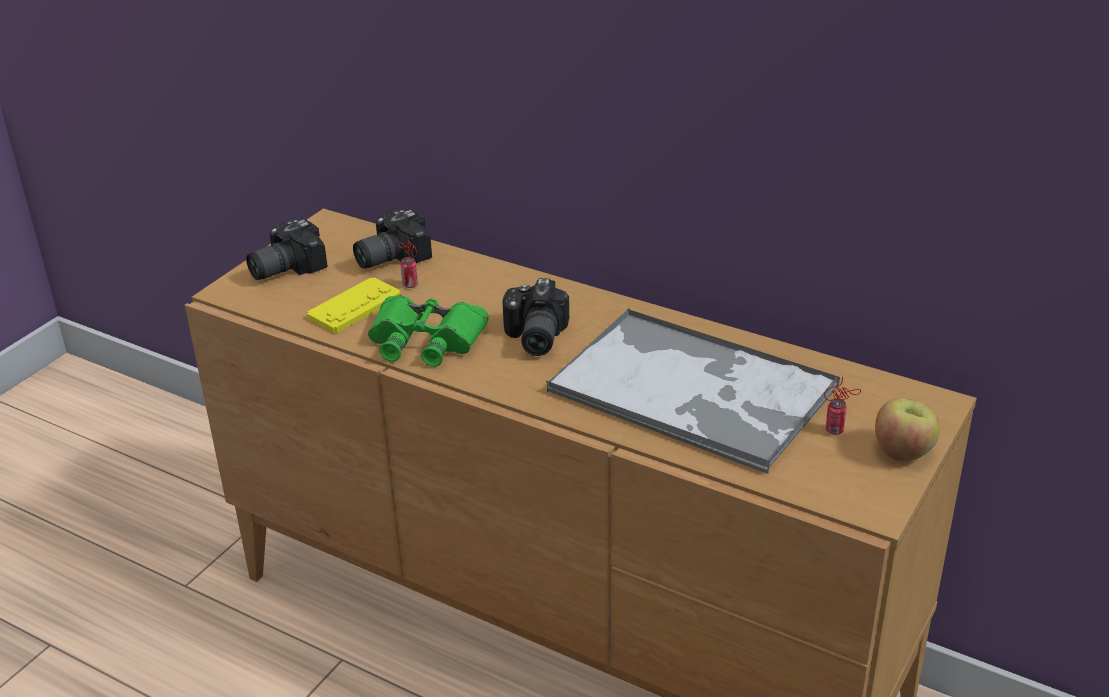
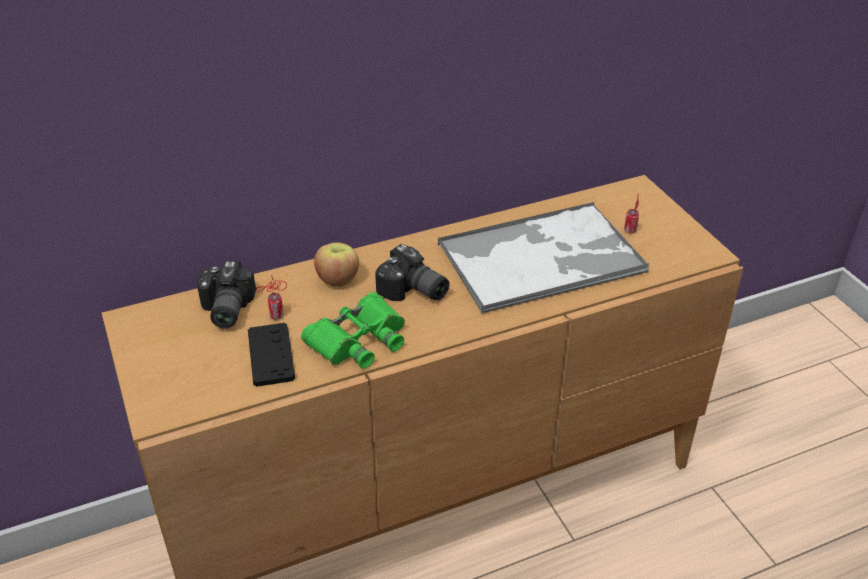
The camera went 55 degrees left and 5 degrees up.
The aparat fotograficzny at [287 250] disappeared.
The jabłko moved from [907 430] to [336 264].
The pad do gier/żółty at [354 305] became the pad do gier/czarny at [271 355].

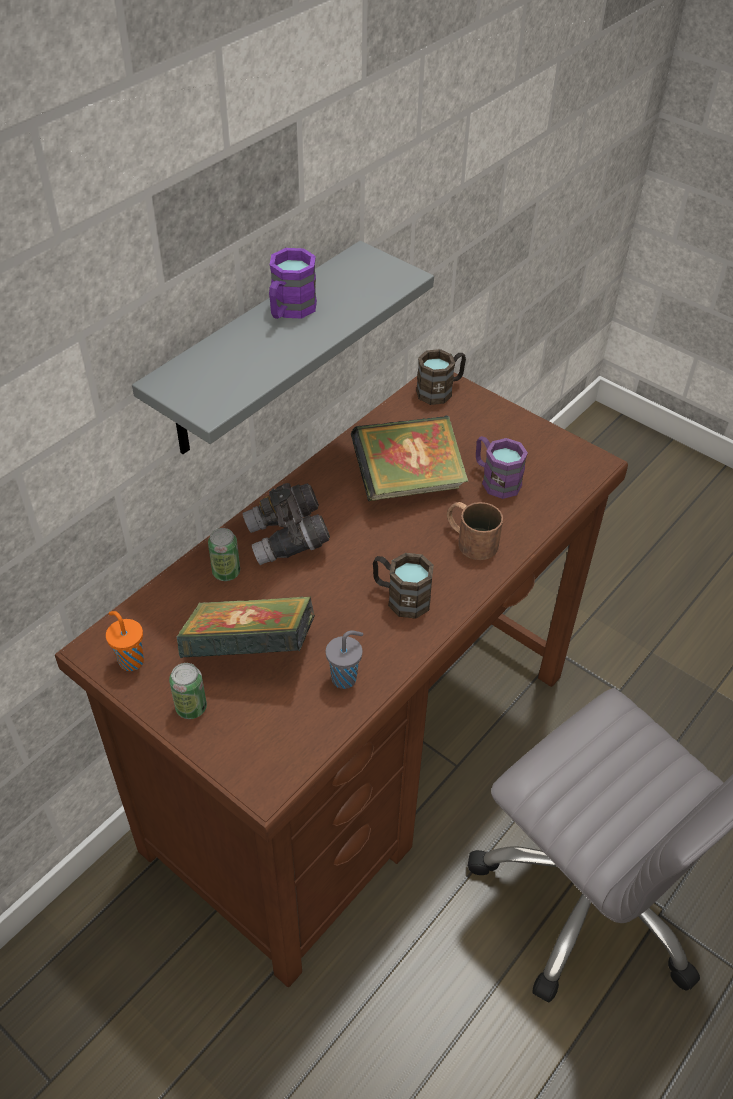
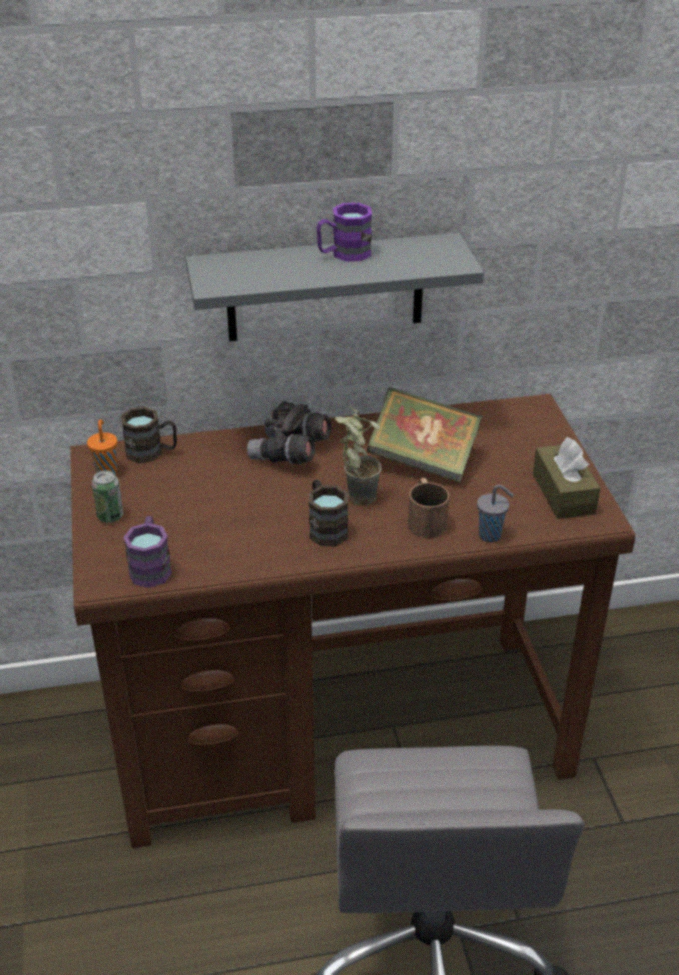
The camera went 40 degrees right and 10 degrees down.
The książka at [246 627] disappeared.
The puszka at [224 554] disappeared.
The roślina doniczkowa at [358 455] appeared.
The pudełko chusteczek/brązowy at [566 478] appeared.
The filiżanka/szary moved from [344 659] to [495 513].
The kubek/brązowy moved from [441 377] to [149 435].
The kubek/fioletowy moved from [502 467] to [147 552].

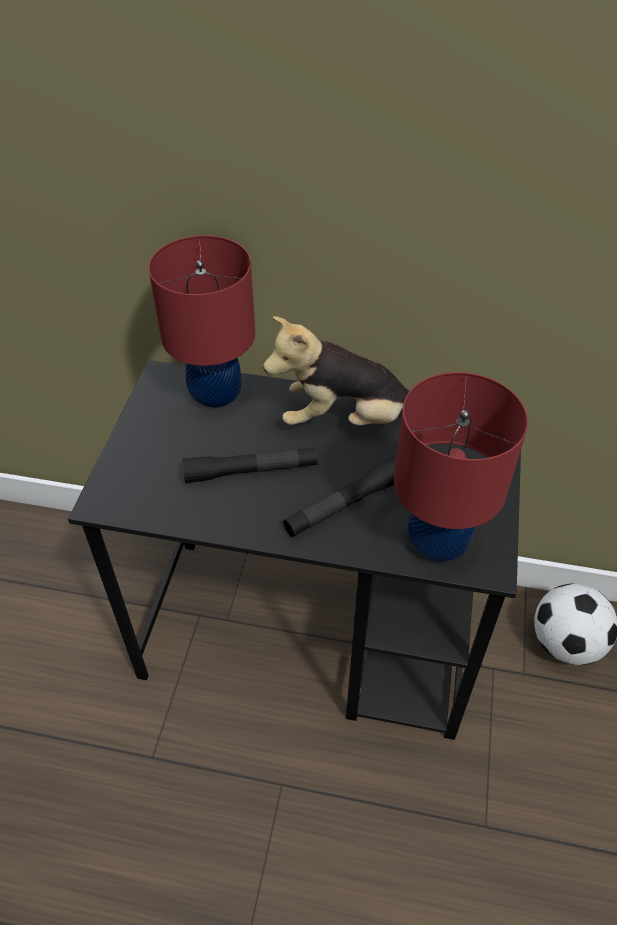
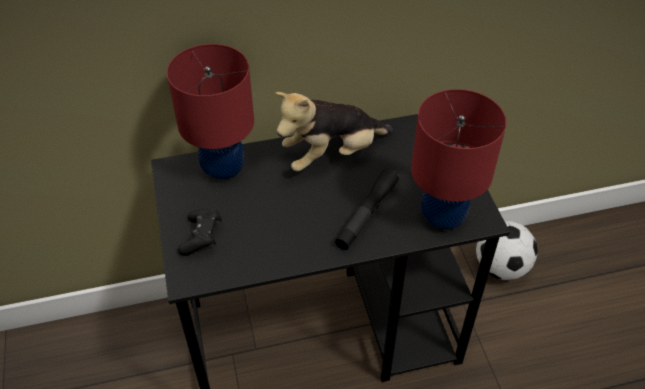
The camera went 25 degrees left and 0 degrees up.
The latarka/czarny at [250 465] disappeared.
The pad do gier/czarny at [200 232] appeared.

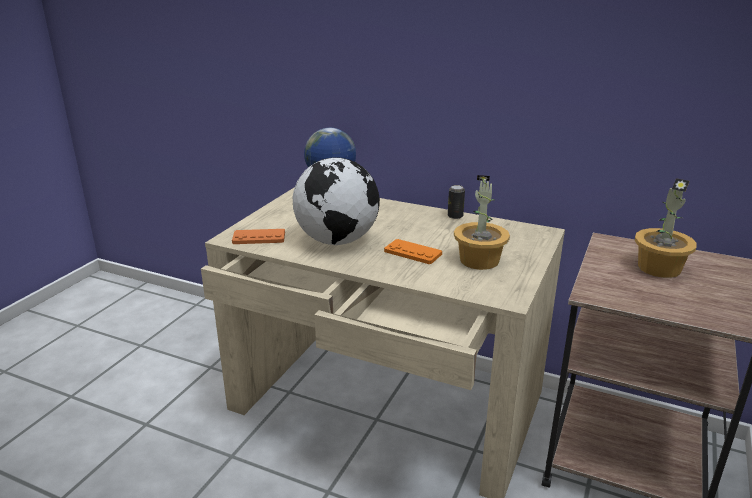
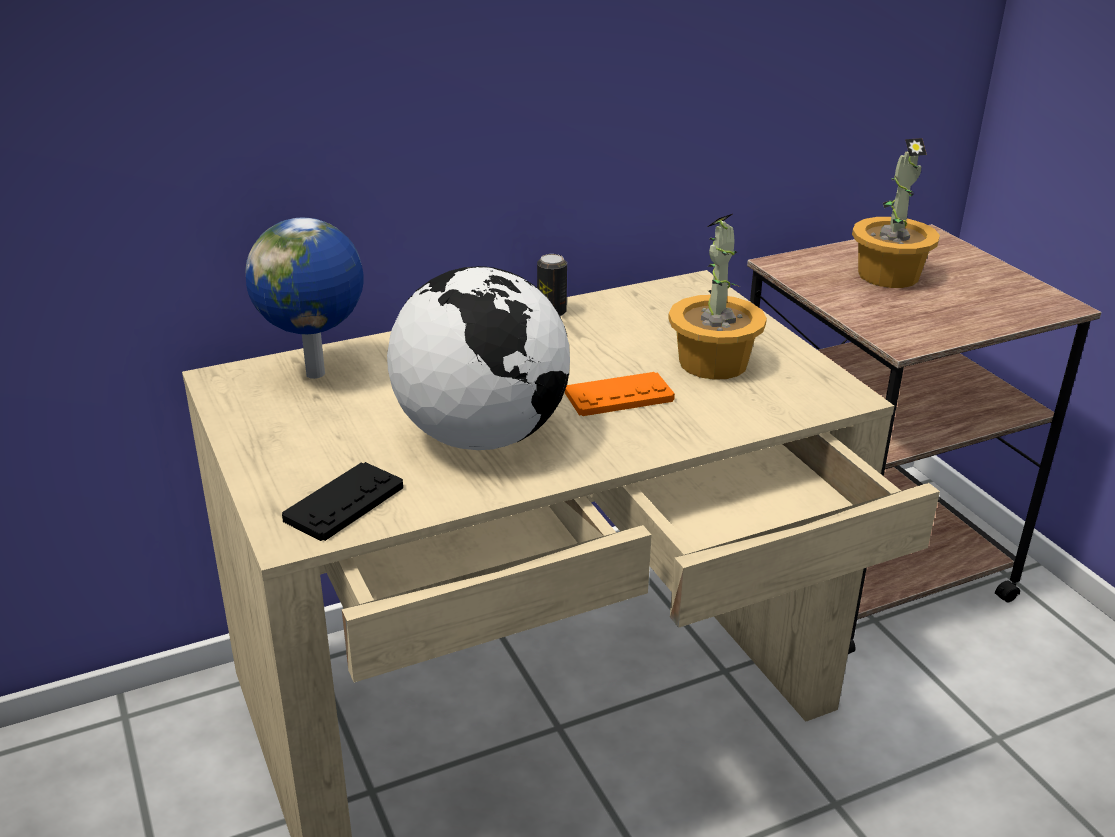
The camera went 50 degrees left and 5 degrees up.
The pad do gier/pomarańczowy at [258 236] became the pad do gier/czarny at [342 501].

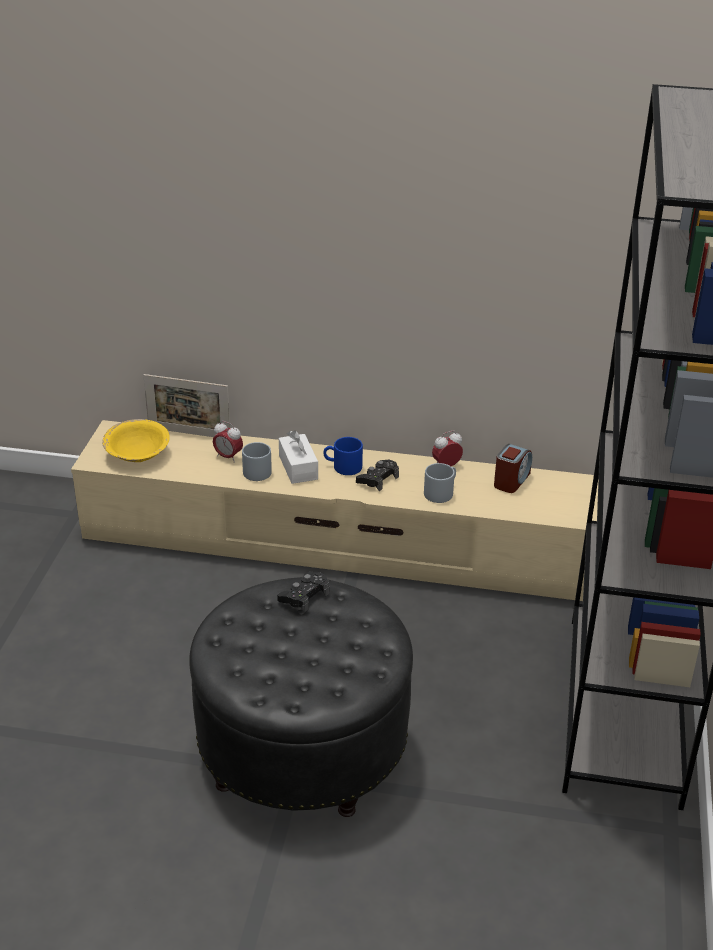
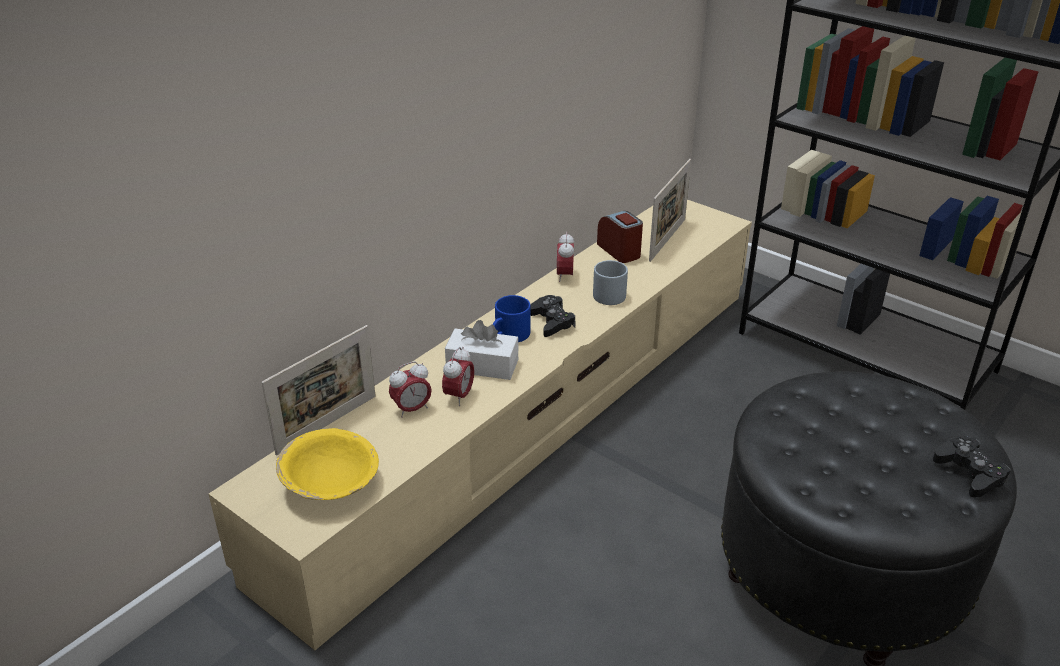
The camera went 60 degrees left and 0 degrees up.
The ramka na zdjęcie at [670 210] appeared.
The pad do gier/czarny moved from [303 592] to [972 466].
The kubek/szary at [257 461] was replaced by the budzik at [458 376].

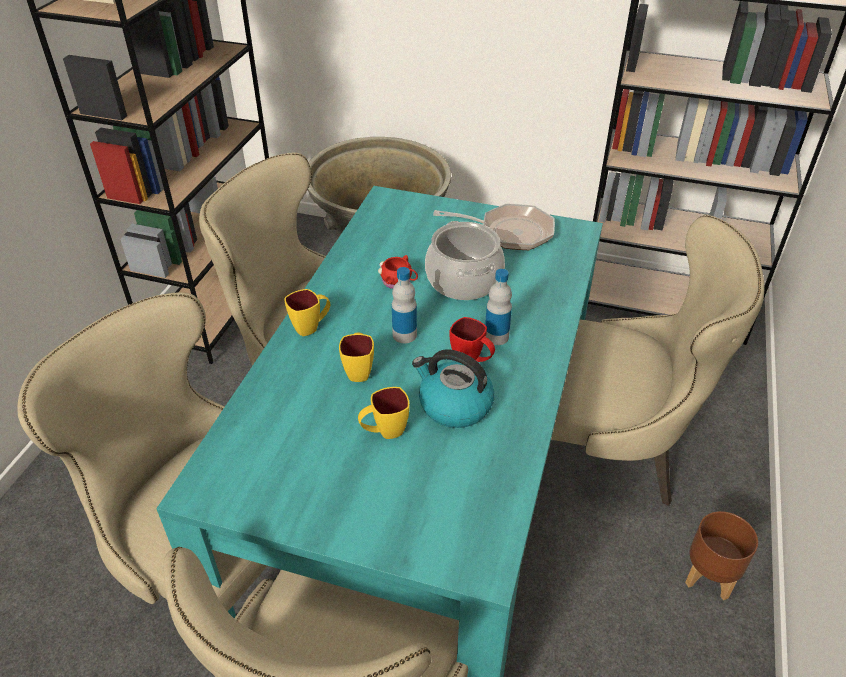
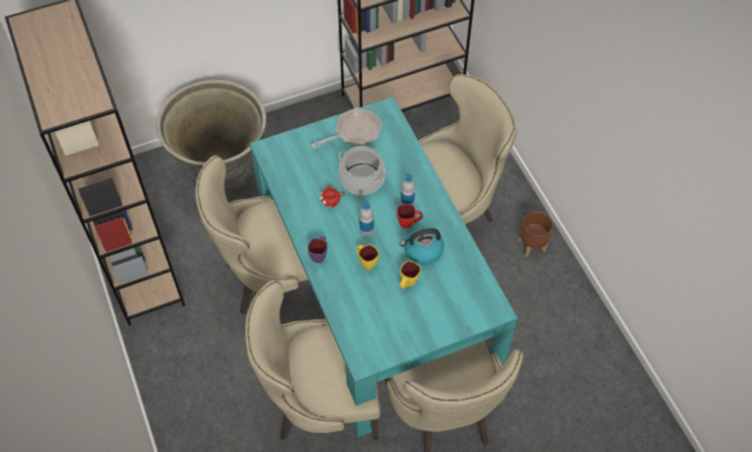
The camera went 40 degrees left and 15 degrees up.
The kubek/żółty at [307 312] became the kubek/fioletowy at [317 249].

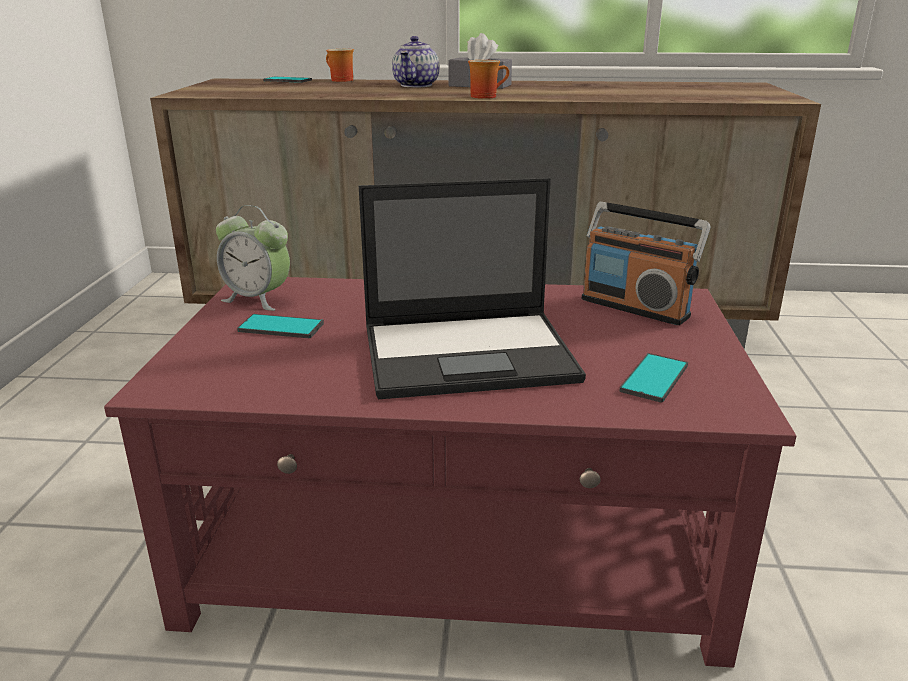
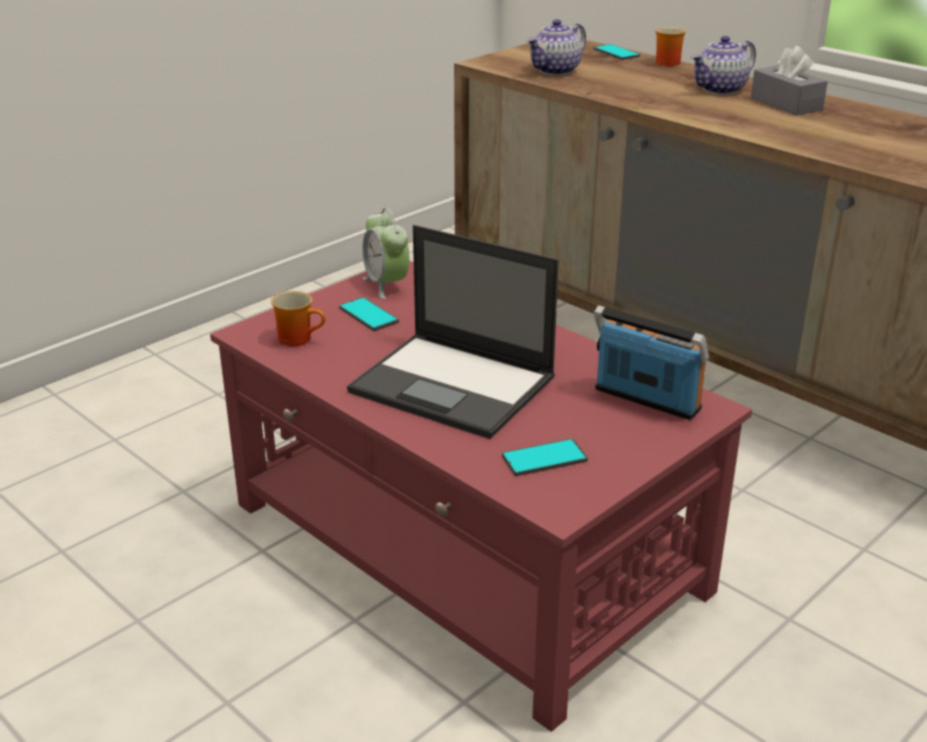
The camera went 40 degrees right and 5 degrees up.
The imbryk at [556 47] appeared.
The kubek moved from [488 79] to [298 318].
The radio at [646 263] turned 135 degrees clockwise.

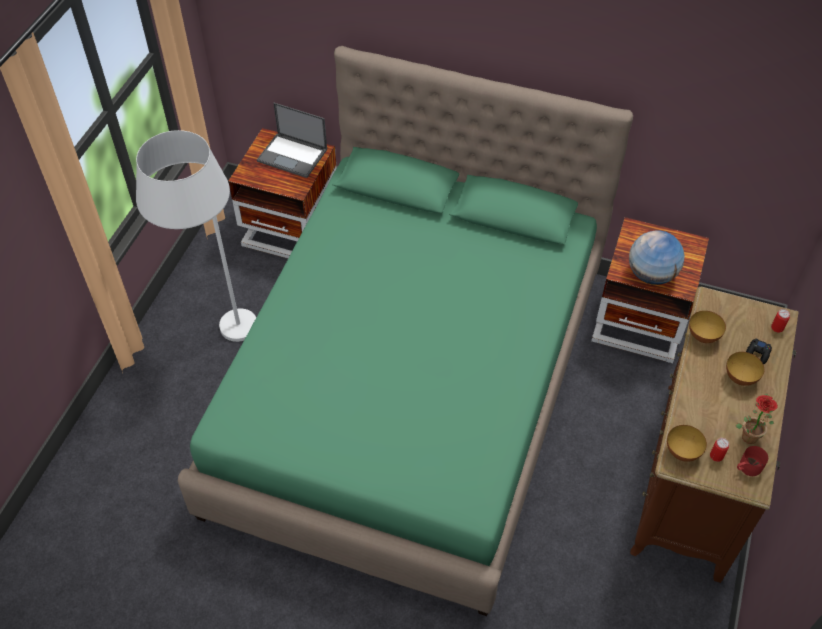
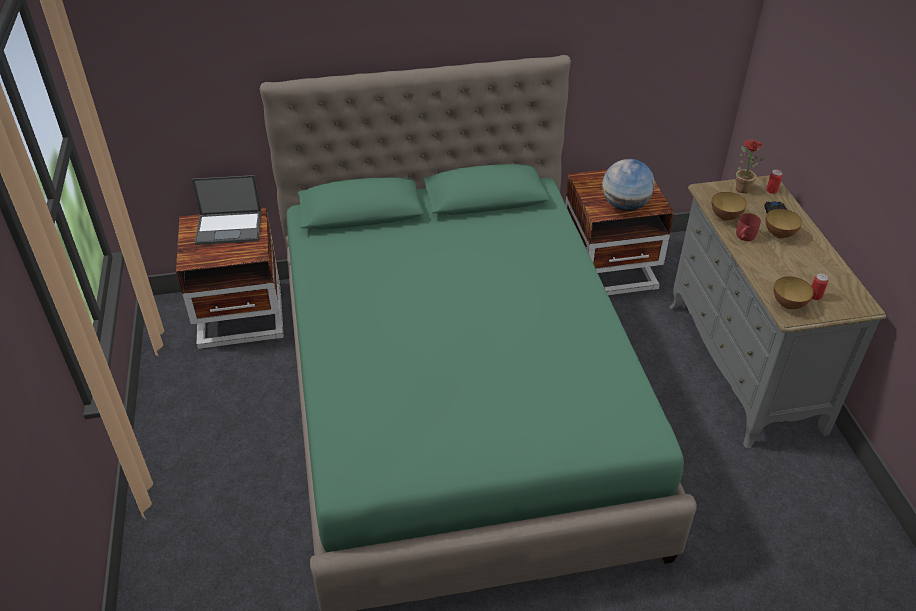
The camera went 30 degrees left and 10 degrees down.
The lampa stojąca/biały at [196 236] disappeared.
The roślina doniczkowa moved from [757 419] to [750 166].
The kubek/czerwony moved from [752 461] to [748 227].
The komoda/brązowy at [714 435] became the komoda/szary at [778 311].

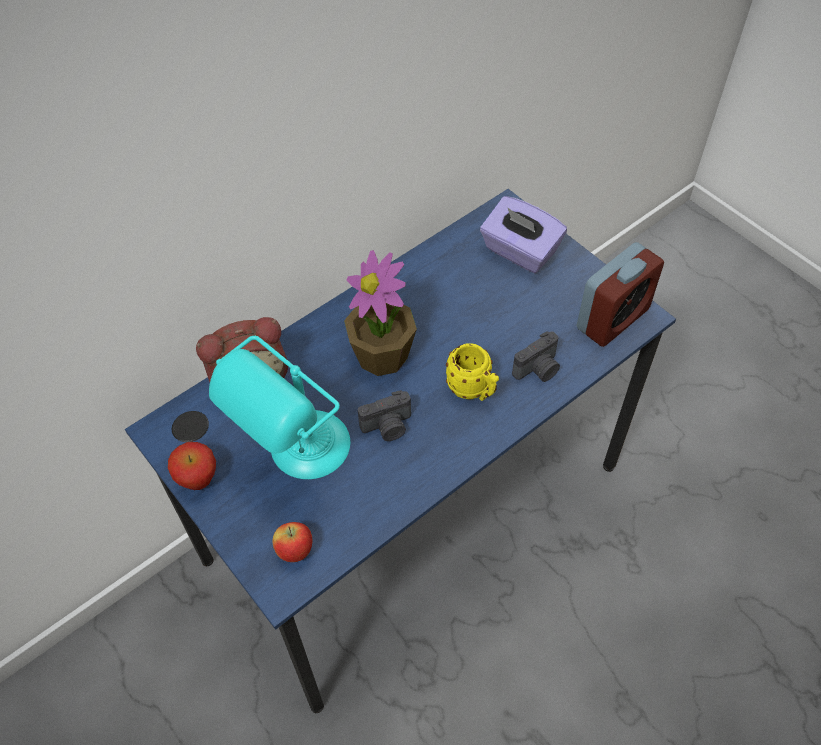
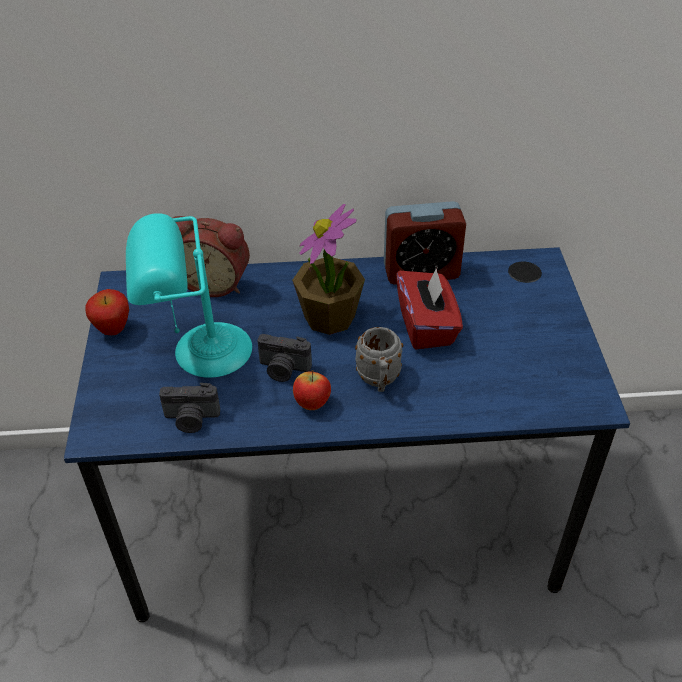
The camera went 35 degrees right and 10 degrees down.
The pudełko chusteczek/fioletowy at [523 234] disappeared.
The pudełko chusteczek/czerwony at [429 308] appeared.
The jabłko moved from [292 542] to [312 390].
The aparat fotograficzny moved from [536 356] to [189 408].
The budzik moved from [620 294] to [425 243].
The kubek/żółty at [472 372] became the kubek/szary at [379 359].

